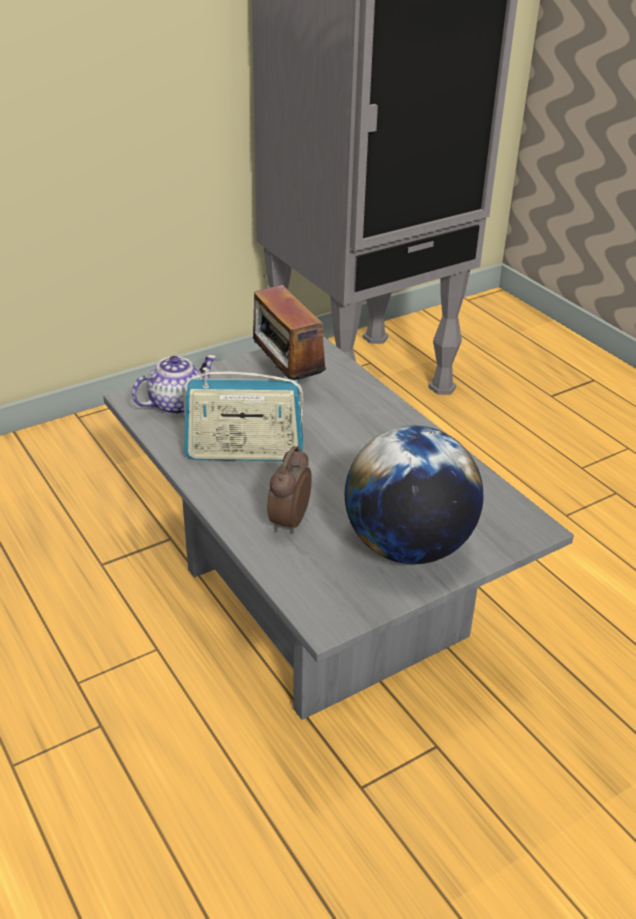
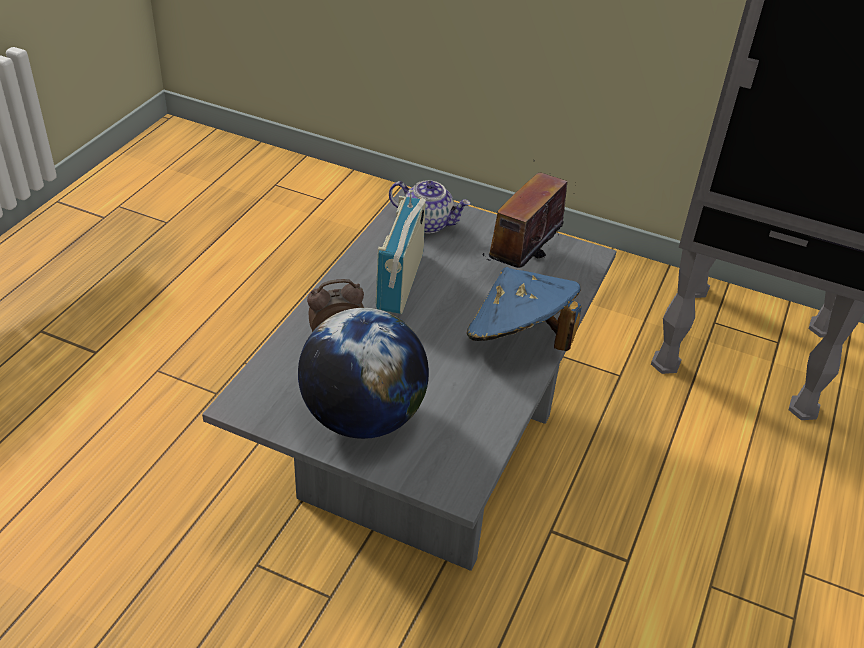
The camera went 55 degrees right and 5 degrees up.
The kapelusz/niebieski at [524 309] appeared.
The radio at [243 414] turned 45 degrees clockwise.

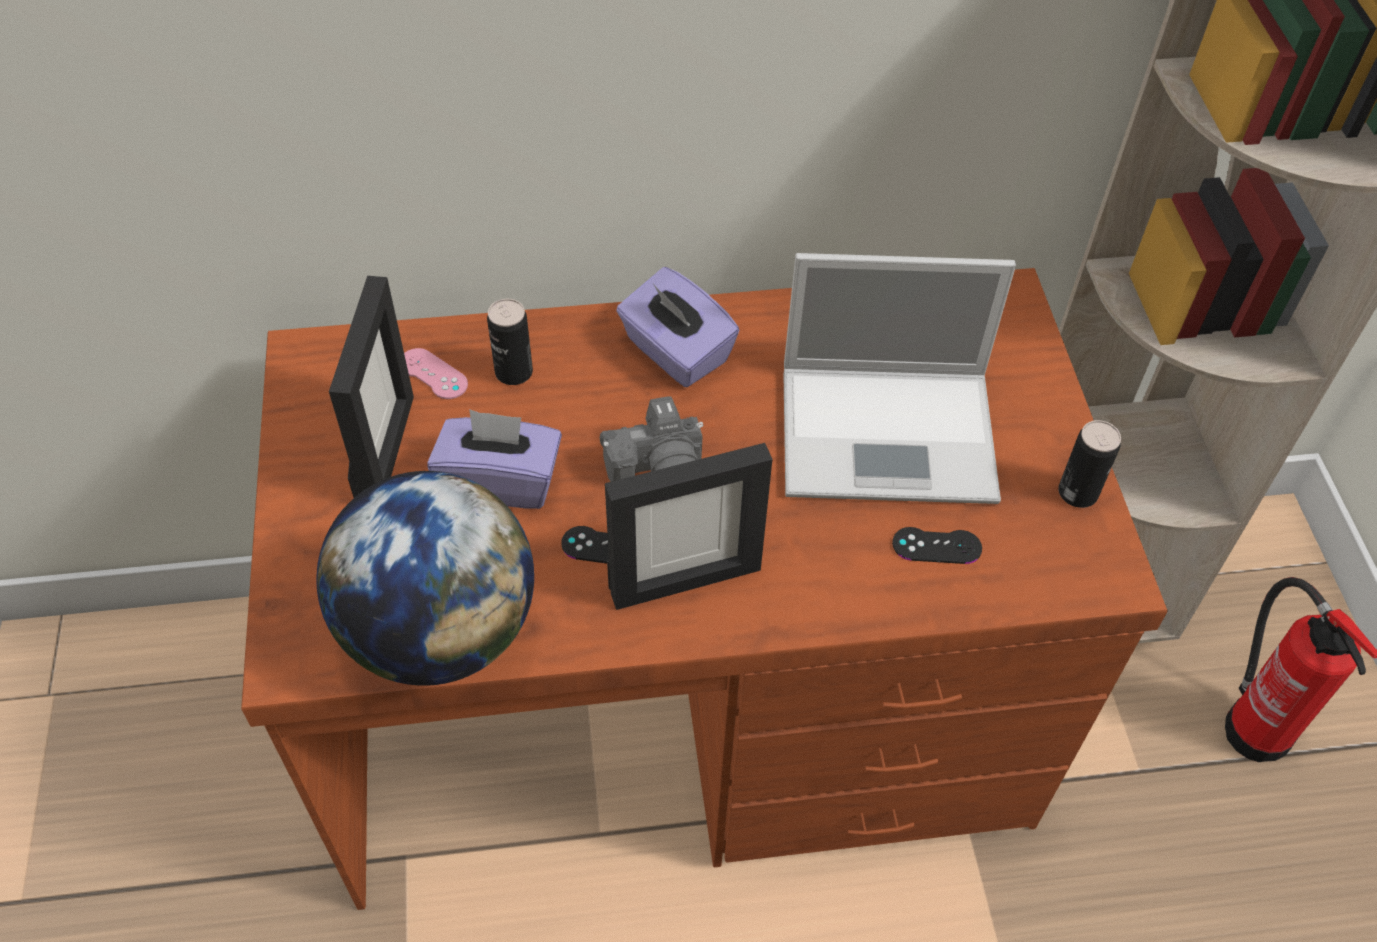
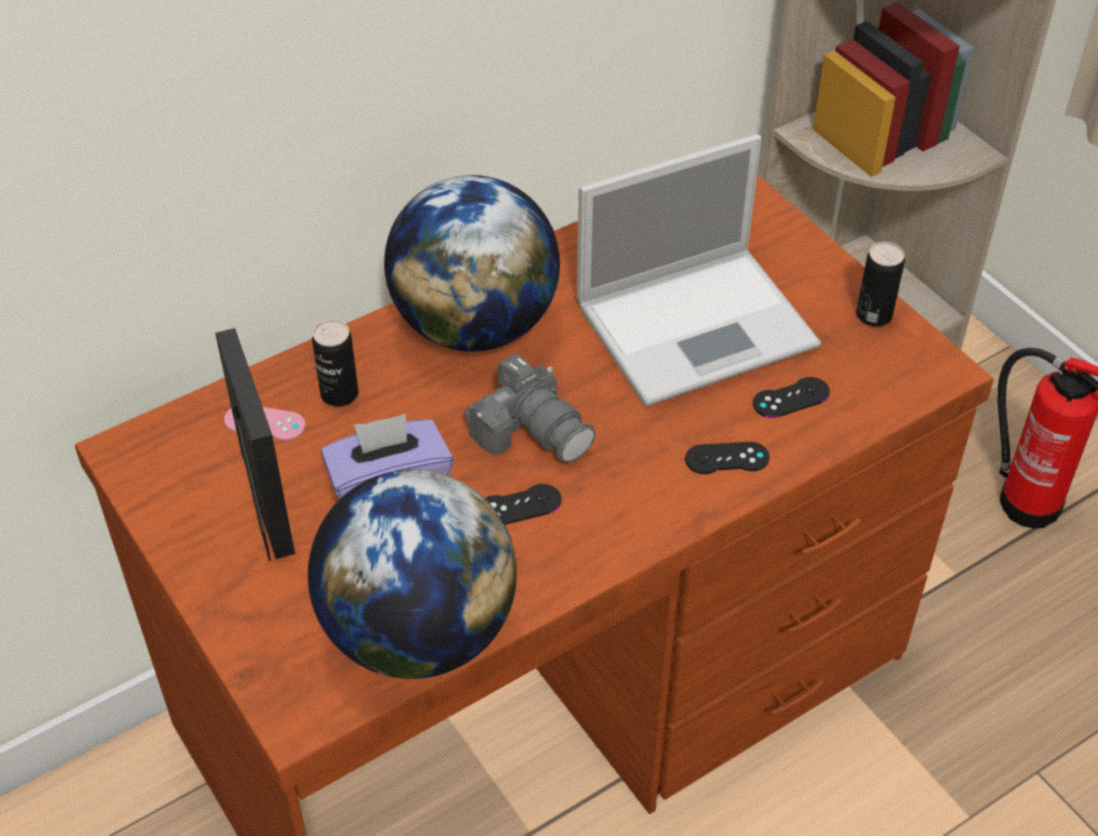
The camera went 25 degrees left and 5 degrees down.
The ramka na zdjęcie at [688 526] disappeared.
The pad do gier/czarny at [727 458] appeared.
The pudełko chusteczek/fioletowy at [678 327] was replaced by the globus at [472 263].

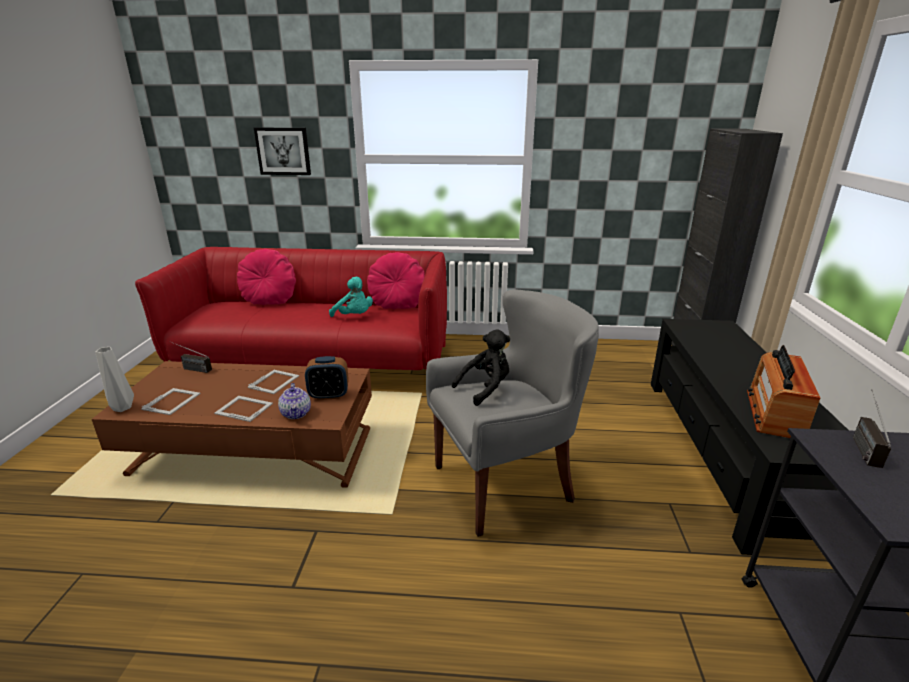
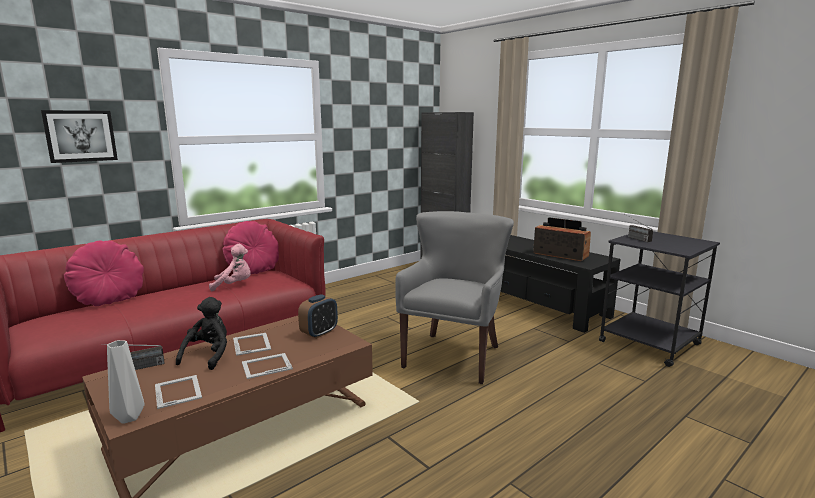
The camera went 45 degrees left and 10 degrees down.
The imbryk at [294 401] disappeared.
The pluszak/czarny moved from [481 367] to [201 333].
The pluszak/turkusowy at [351 297] became the pluszak/różowy at [230 267].
The radio at [783 391] turned 150 degrees clockwise.

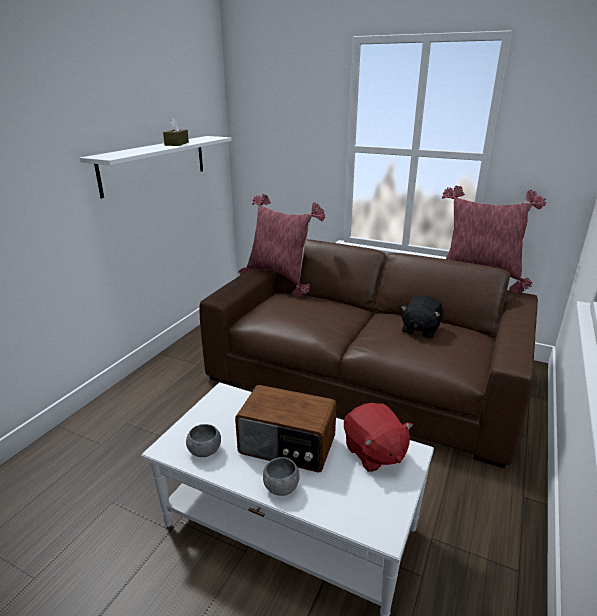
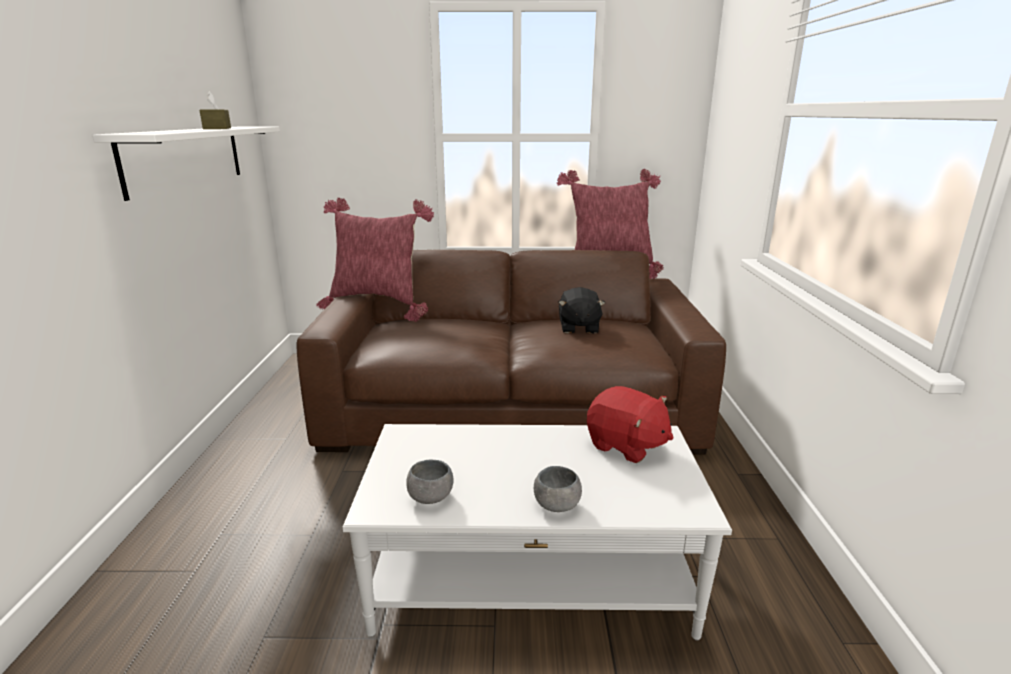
The camera went 25 degrees left and 5 degrees down.
The radio at [286 428] disappeared.

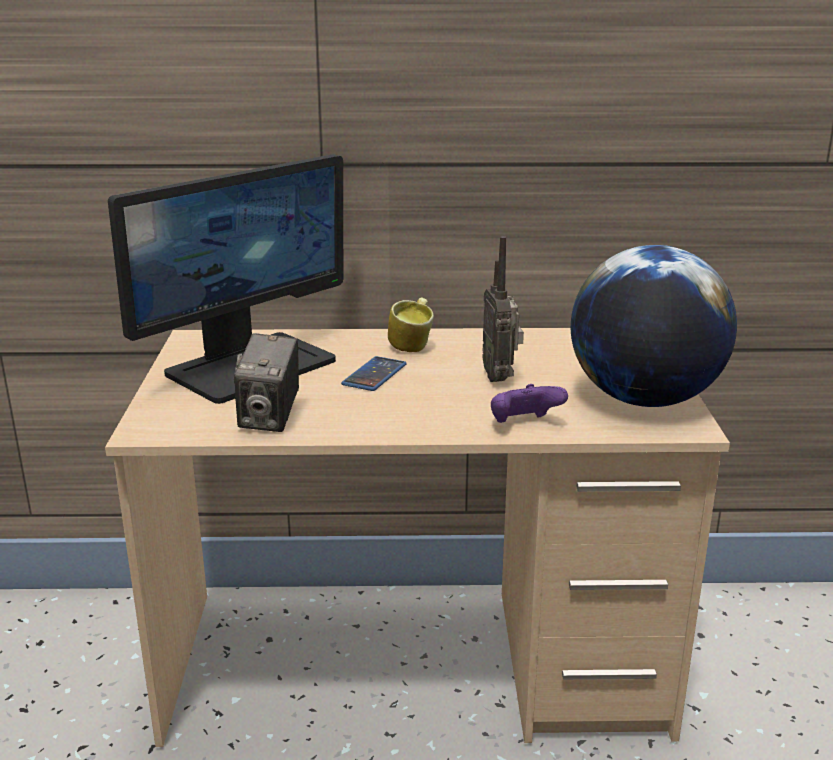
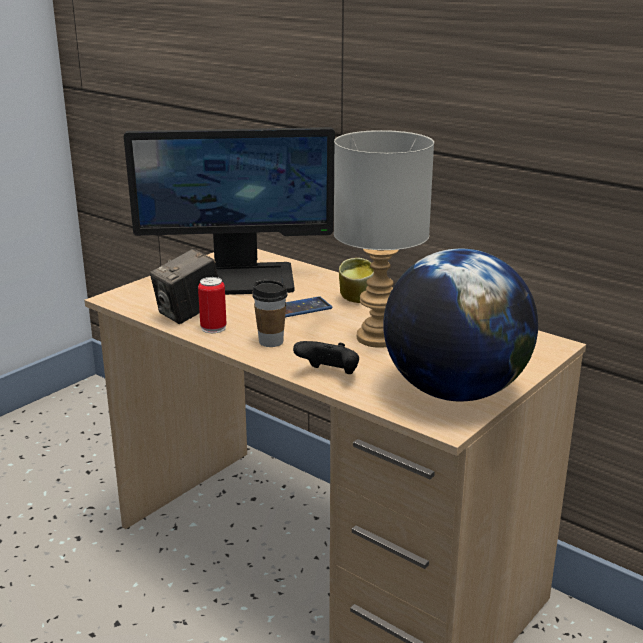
The camera went 40 degrees right and 0 degrees up.
The puszka at [212 305] appeared.
The filiżanka at [270 313] appeared.
The radio at [503 309] was replaced by the lampa stołowa/szary at [384 239].
The pad do gier/fioletowy at [529 403] became the pad do gier/czarny at [326 357].

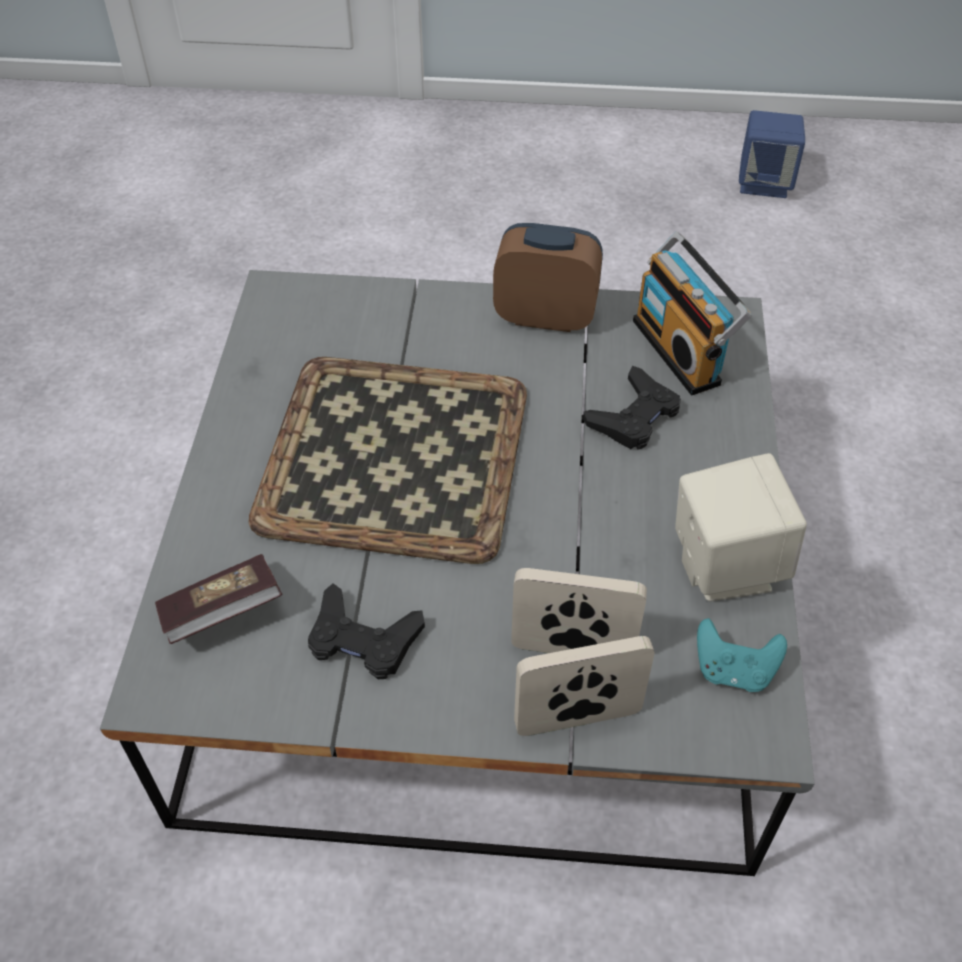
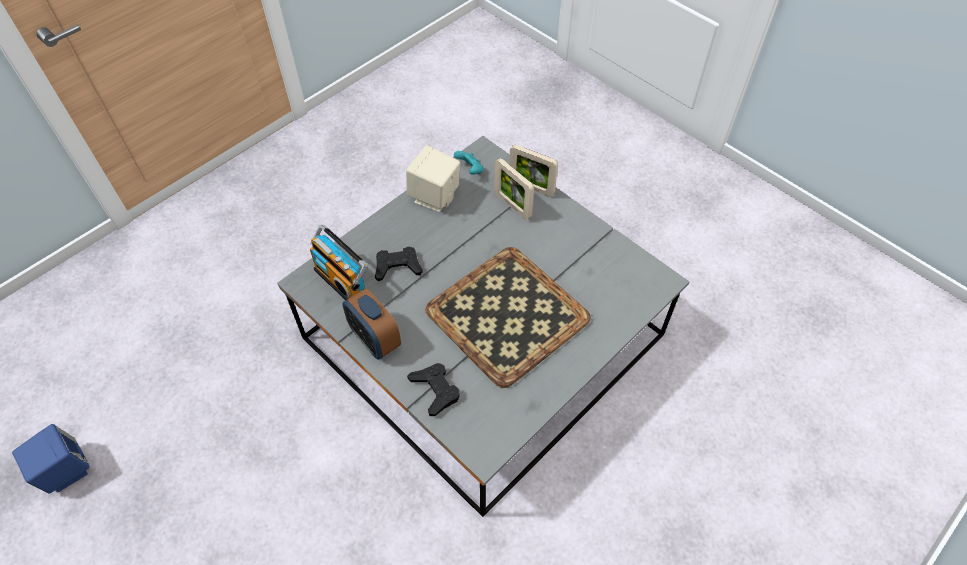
The camera went 140 degrees left and 5 degrees up.
The książka at [219 599] disappeared.
The pad do gier/czarny moved from [366 631] to [433 389].
The radio at [692 313] turned 120 degrees clockwise.

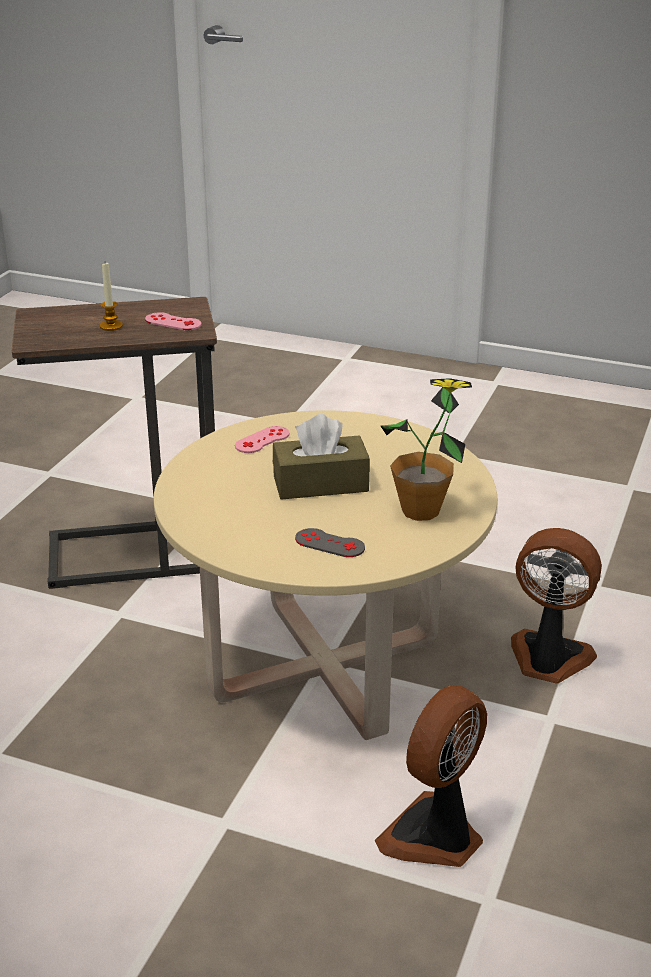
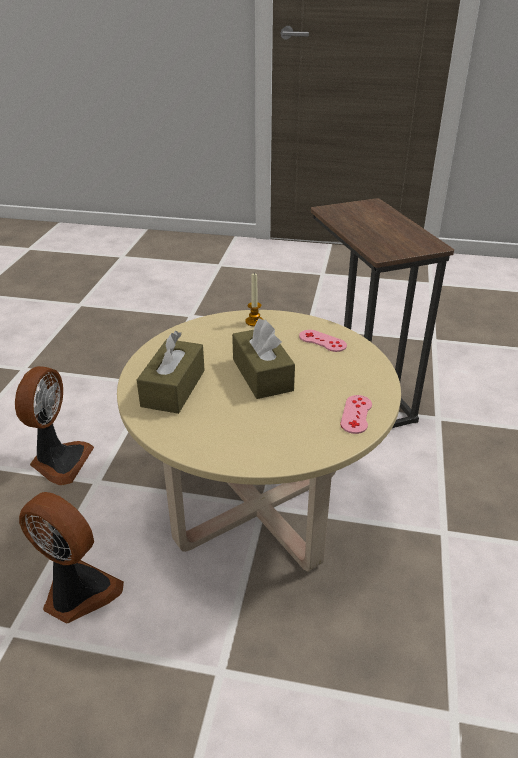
The camera went 80 degrees right and 5 degrees up.
The roślina doniczkowa at [426 449] disappeared.
The świeca moved from [111 297] to [254 300].
The pad do gier/różowy moved from [173 321] to [356 414].
The wentylator moved from [556 605] to [54 425].
The pad do gier/szary at [330 542] was replaced by the pudełko chusteczek/brązowy at [171 372].

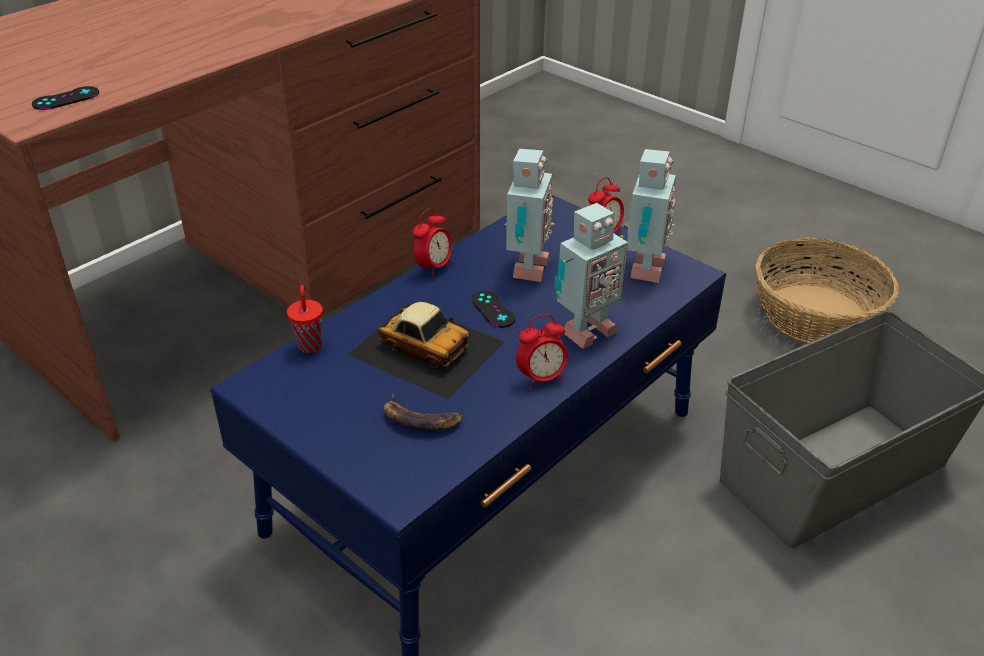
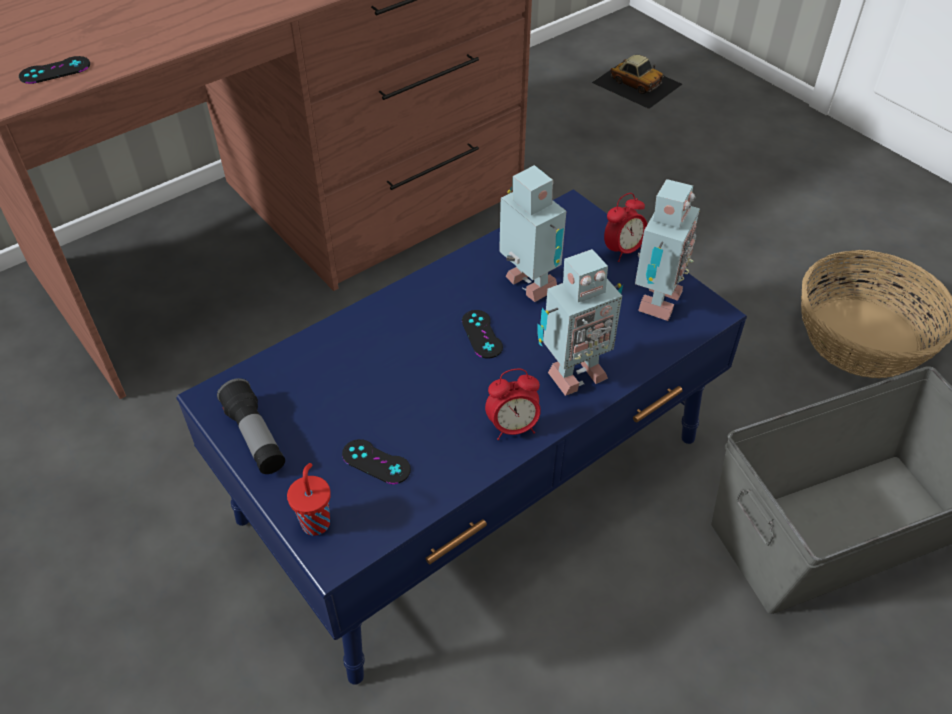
The camera went 10 degrees right and 10 degrees up.
The budzik at [433 243] disappeared.
The latarka at [251 426] appeared.
The filiżanka/czerwony moved from [305 319] to [309 499].
The samochodzik moved from [425 350] to [637 82].
The banan at [423 412] was replaced by the pad do gier/czarny at [376 461].
The robot zabawkowy at [529 215] turned 60 degrees counterclockwise.

